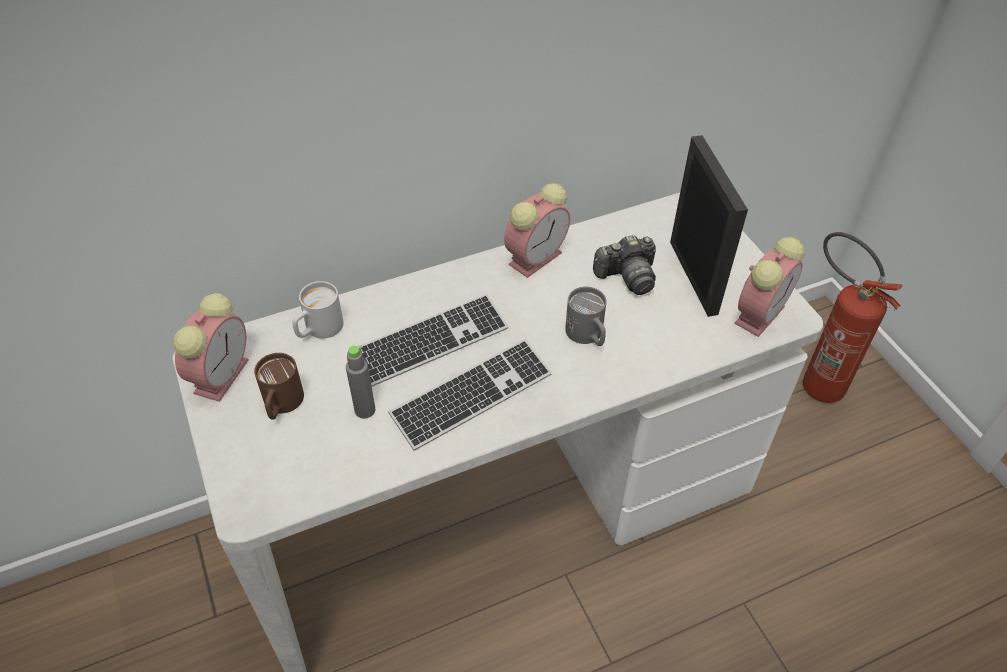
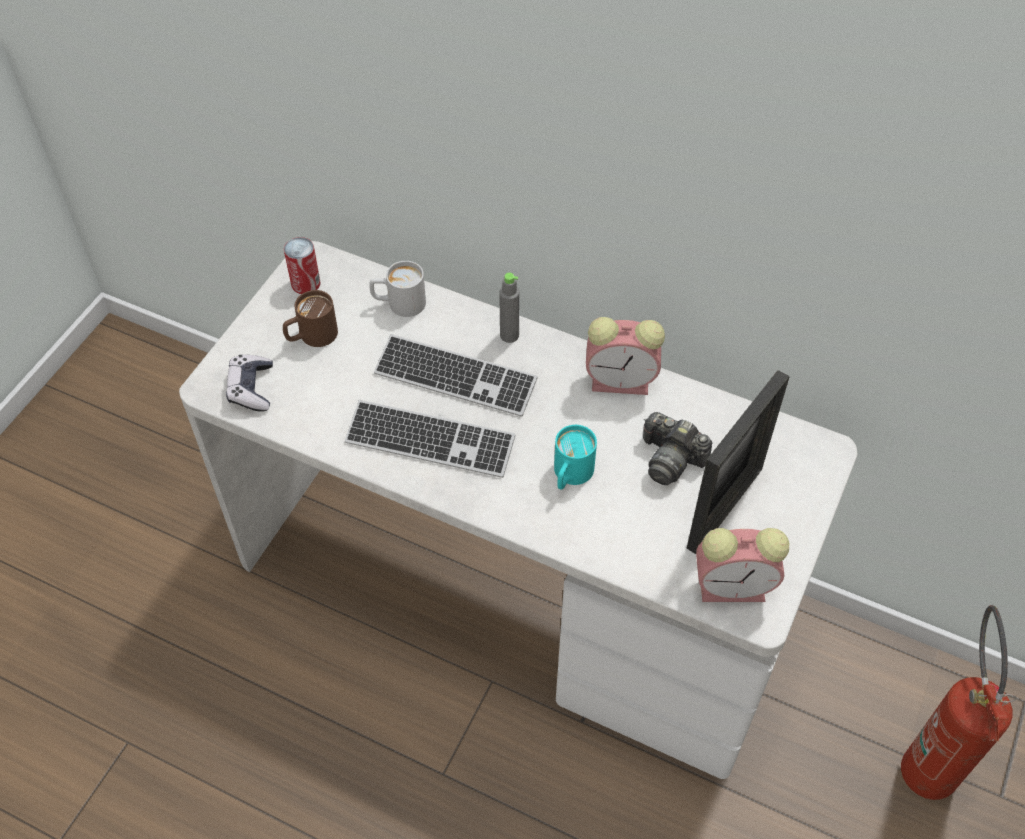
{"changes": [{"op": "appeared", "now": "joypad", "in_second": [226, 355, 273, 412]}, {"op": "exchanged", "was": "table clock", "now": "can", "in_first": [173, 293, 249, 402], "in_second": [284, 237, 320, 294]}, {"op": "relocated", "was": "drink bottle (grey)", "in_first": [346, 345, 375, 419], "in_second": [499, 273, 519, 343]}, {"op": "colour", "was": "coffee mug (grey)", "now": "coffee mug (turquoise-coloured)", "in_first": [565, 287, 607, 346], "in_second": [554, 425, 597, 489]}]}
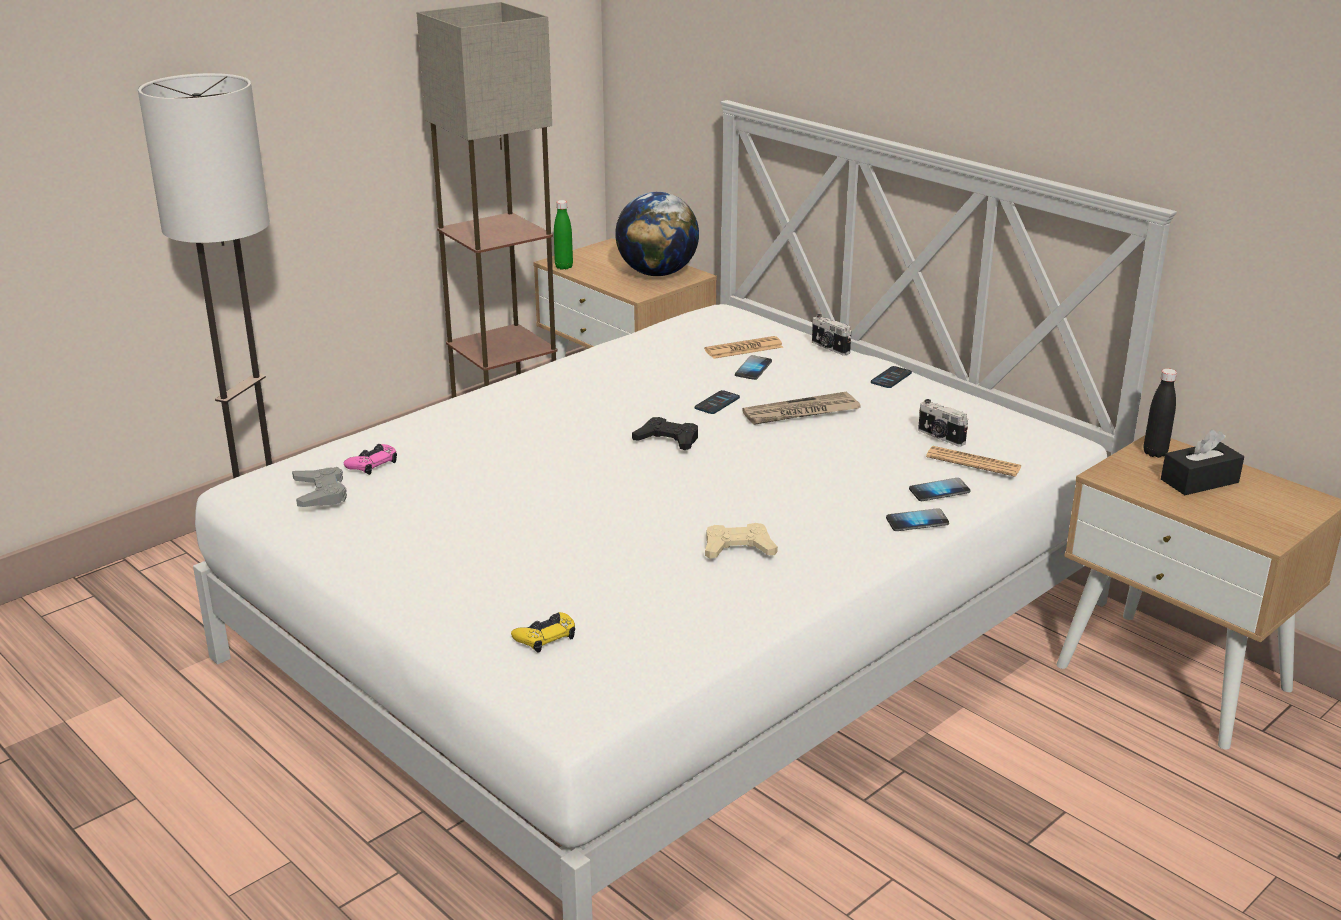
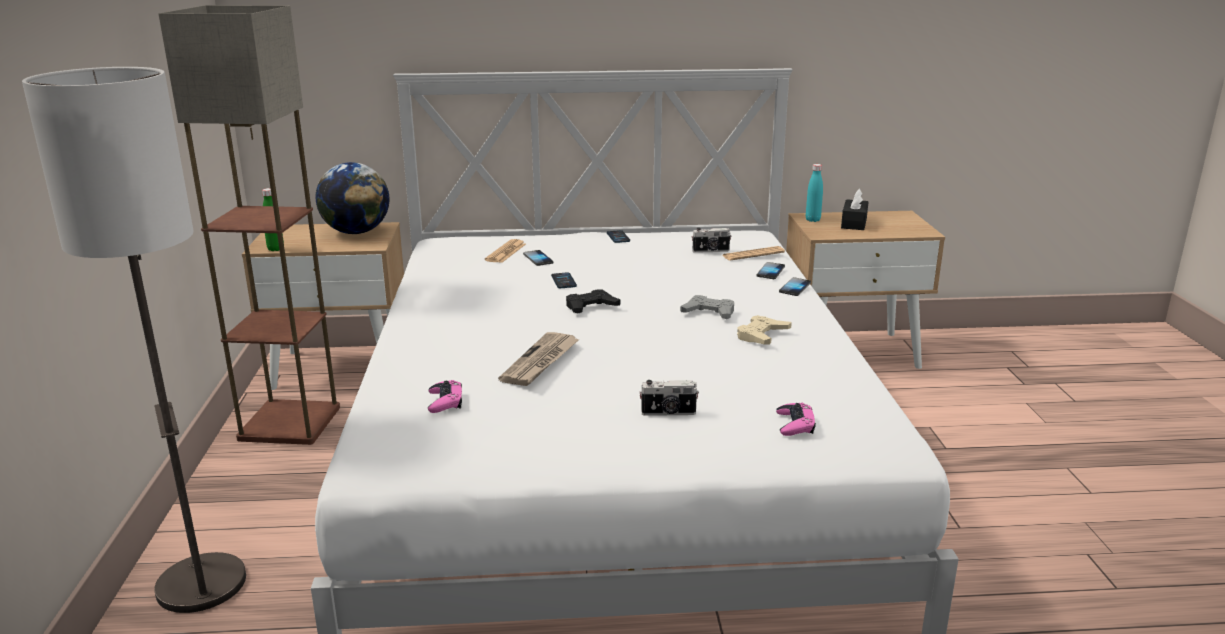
{"changes": [{"op": "relocated", "was": "printed paper", "in_first": [742, 392, 861, 425], "in_second": [498, 332, 580, 386]}, {"op": "relocated", "was": "still camera", "in_first": [812, 314, 851, 355], "in_second": [639, 380, 699, 416]}, {"op": "relocated", "was": "joypad (grey)", "in_first": [292, 467, 347, 507], "in_second": [680, 295, 734, 319]}, {"op": "colour", "was": "joypad (yellow)", "now": "joypad (pink)", "in_first": [511, 612, 575, 652], "in_second": [776, 403, 816, 436]}, {"op": "colour", "was": "drink bottle (black-coloured)", "now": "drink bottle (turquoise-coloured)", "in_first": [1144, 368, 1177, 458], "in_second": [806, 164, 823, 222]}]}
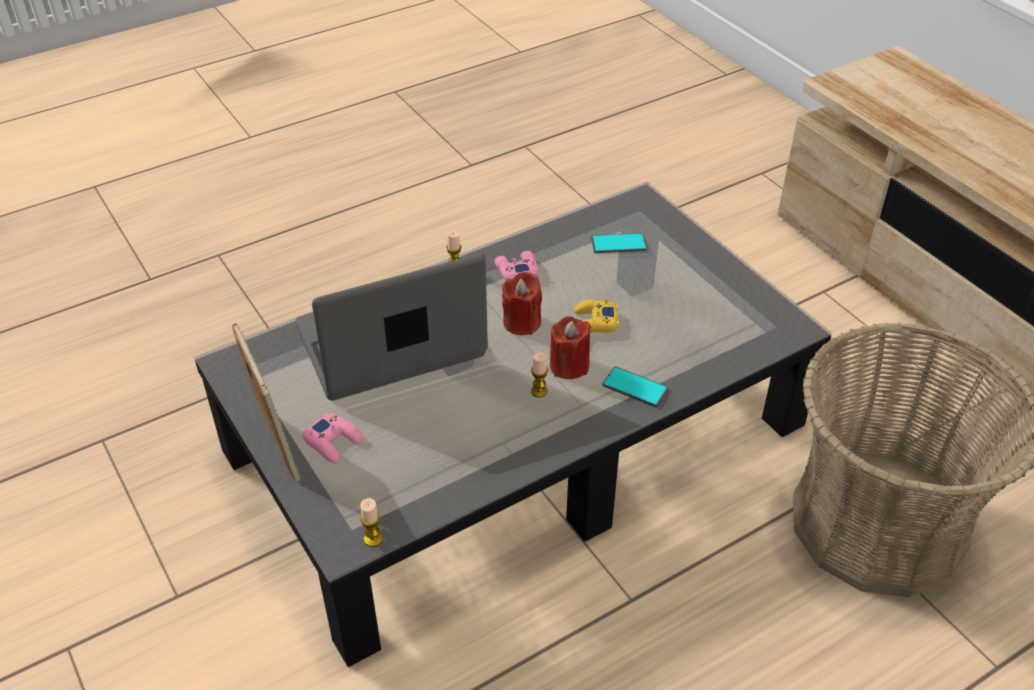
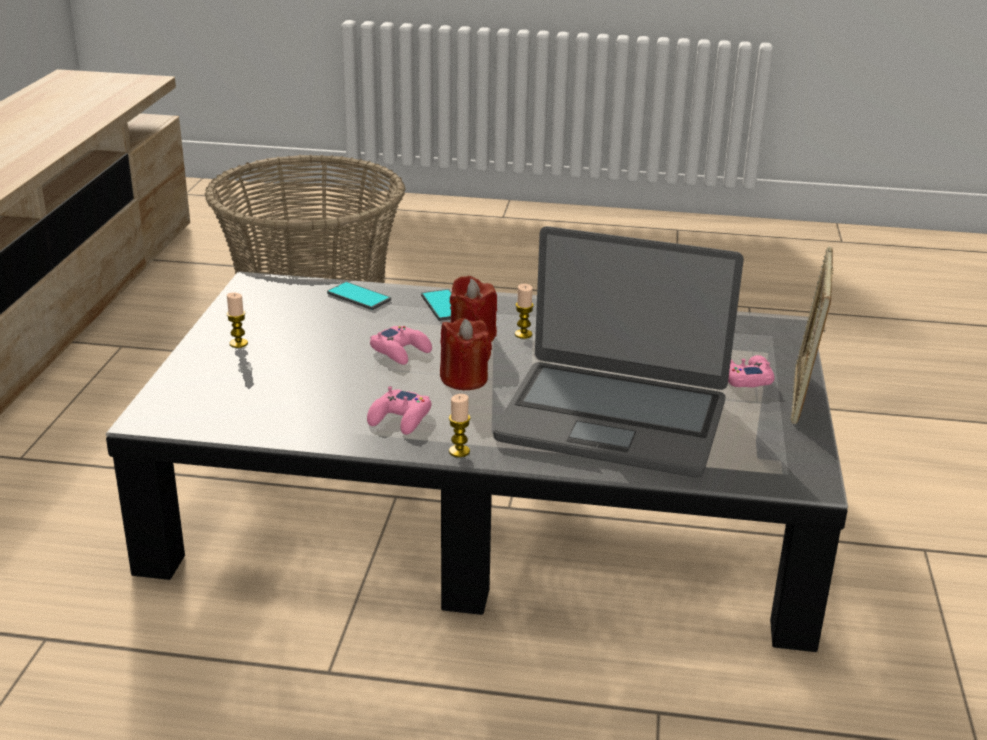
{"changes": [{"op": "relocated", "was": "wax candle", "in_first": [360, 498, 383, 547], "in_second": [227, 293, 248, 348]}, {"op": "relocated", "was": "telephone", "in_first": [591, 233, 647, 253], "in_second": [327, 282, 391, 310]}, {"op": "colour", "was": "joypad (yellow)", "now": "joypad (pink)", "in_first": [574, 298, 619, 333], "in_second": [370, 326, 432, 365]}]}
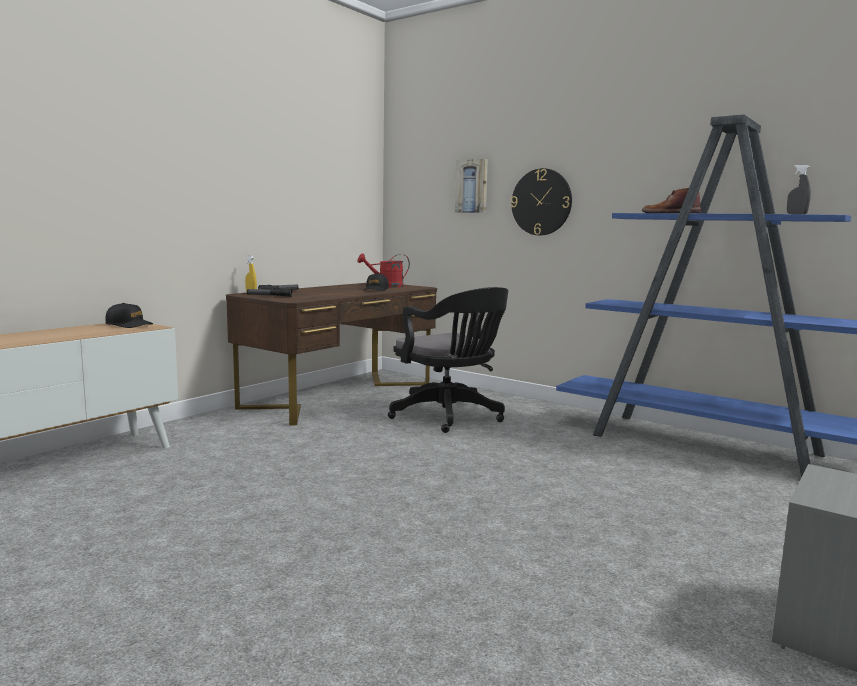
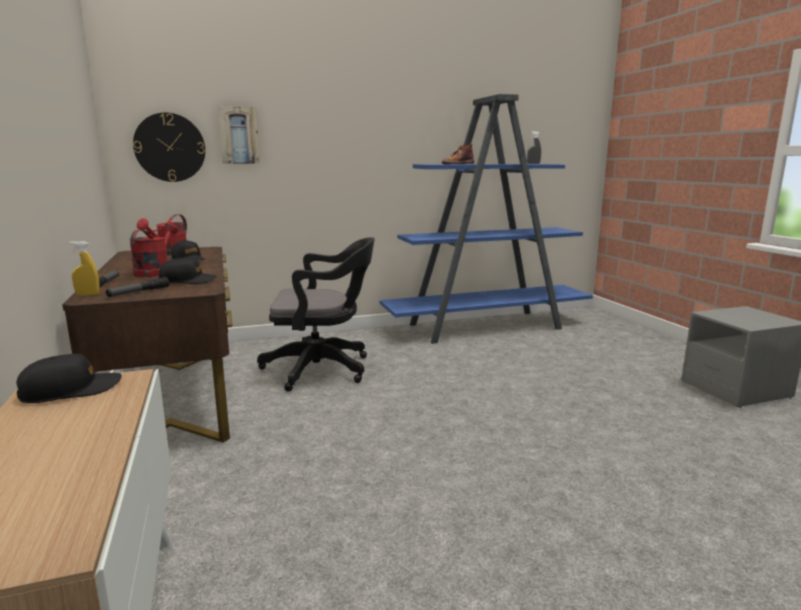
{"changes": [{"op": "appeared", "now": "sprinkling can (red-coloured)", "in_second": [130, 222, 178, 277]}, {"op": "relocated", "was": "clock on the wall", "in_first": [511, 168, 572, 235], "in_second": [133, 112, 205, 182]}, {"op": "appeared", "now": "cap (black-coloured)", "in_second": [159, 258, 217, 284]}]}
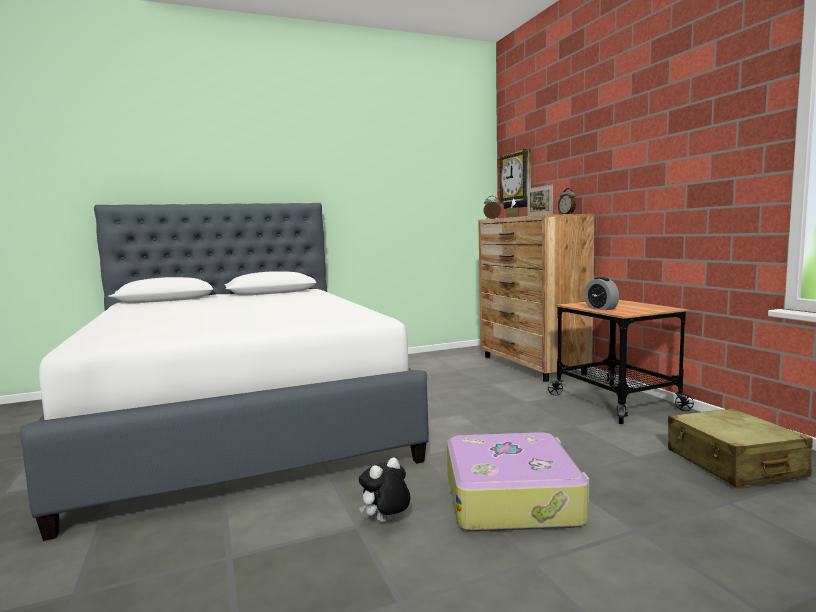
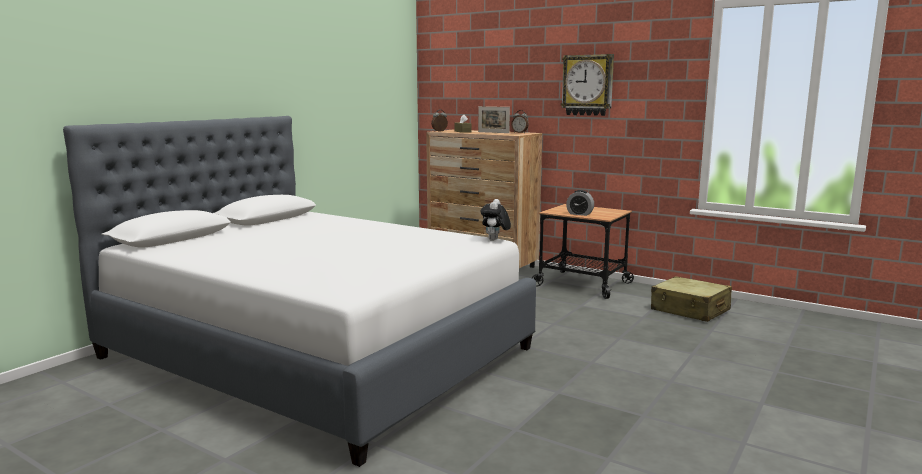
{"changes": [{"op": "relocated", "was": "plush toy", "in_first": [359, 457, 410, 522], "in_second": [481, 199, 511, 241]}, {"op": "relocated", "was": "clock on the wall", "in_first": [499, 149, 531, 209], "in_second": [561, 54, 614, 116]}, {"op": "missing", "was": "piece of luggage", "in_first": [447, 432, 589, 532]}]}
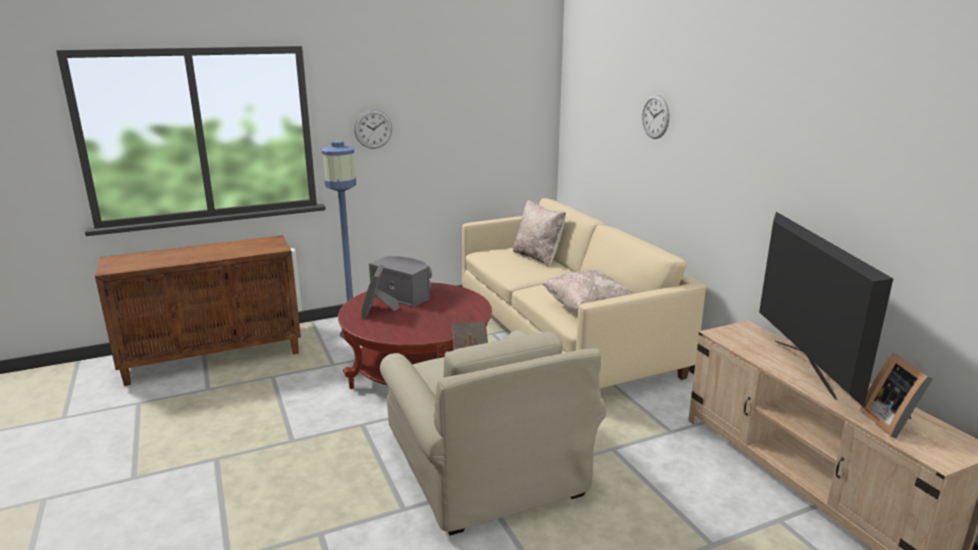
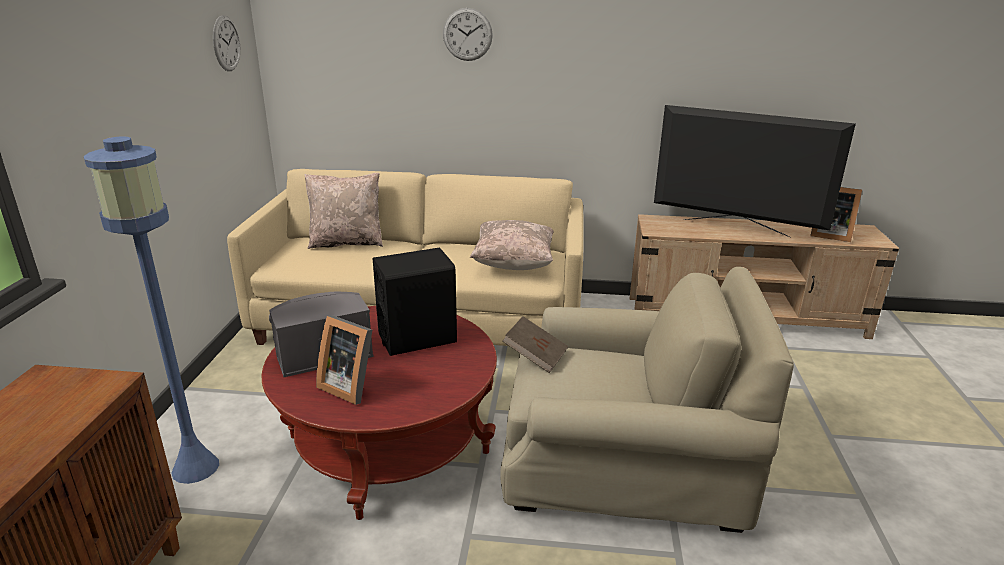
{"changes": [{"op": "relocated", "was": "clock on the wall", "in_first": [354, 110, 392, 149], "in_second": [213, 15, 240, 71]}, {"op": "appeared", "now": "audio speaker (black-coloured)", "in_second": [373, 247, 457, 356]}]}
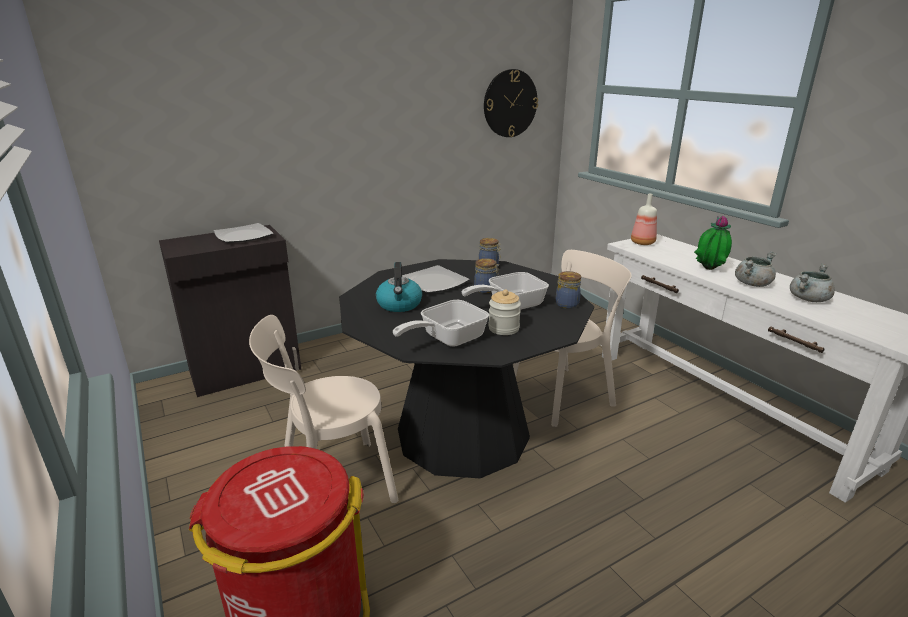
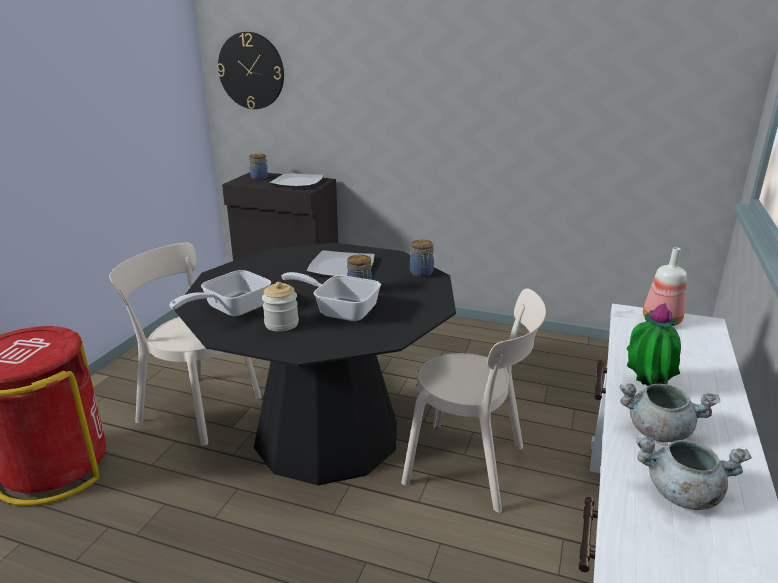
{"changes": [{"op": "spun", "was": "skillet", "in_first": [393, 300, 489, 347], "in_second": [169, 270, 271, 317], "clockwise": -60}, {"op": "relocated", "was": "clock on the wall", "in_first": [484, 69, 538, 137], "in_second": [217, 32, 284, 109]}, {"op": "relocated", "was": "preserve jar", "in_first": [556, 271, 581, 309], "in_second": [249, 154, 268, 180]}, {"op": "missing", "was": "kettle", "in_first": [376, 262, 422, 312]}]}
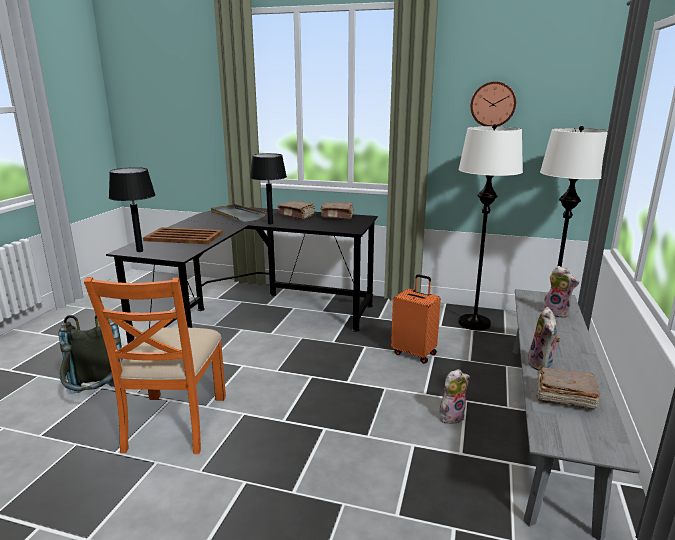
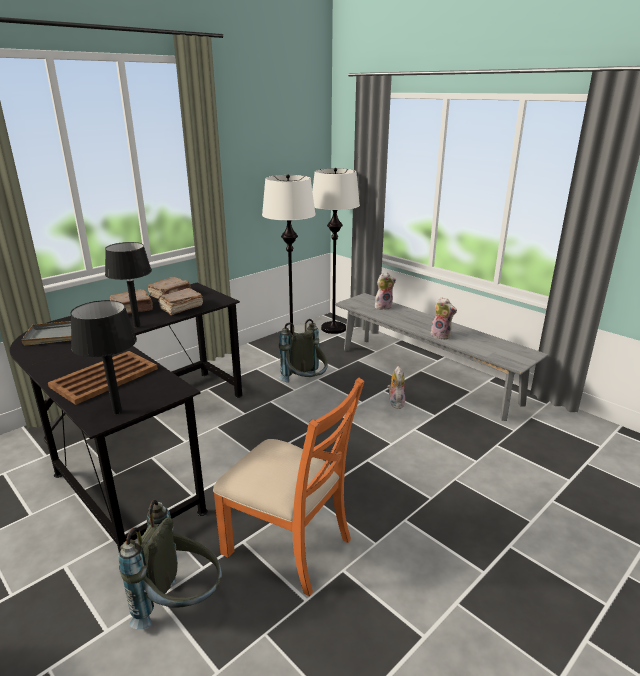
{"changes": [{"op": "relocated", "was": "bound book (brown-coloured)", "in_first": [536, 367, 600, 410], "in_second": [158, 288, 203, 315]}, {"op": "exchanged", "was": "piece of luggage (orange-coloured)", "now": "knapsack (grey)", "in_first": [391, 274, 441, 364], "in_second": [278, 319, 328, 382]}, {"op": "missing", "was": "clock on the wall", "in_first": [471, 82, 516, 126]}]}
